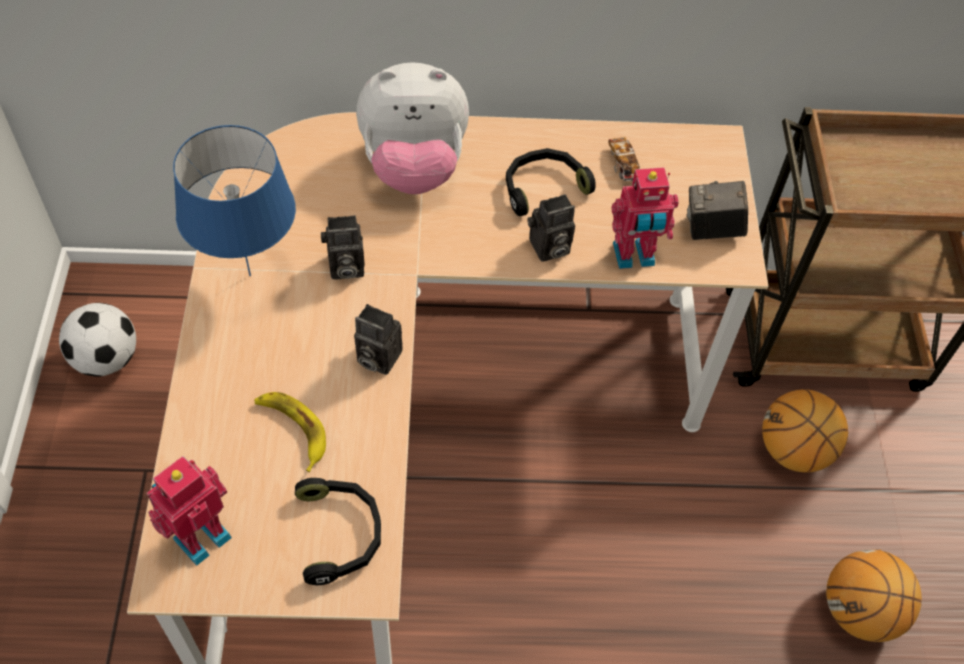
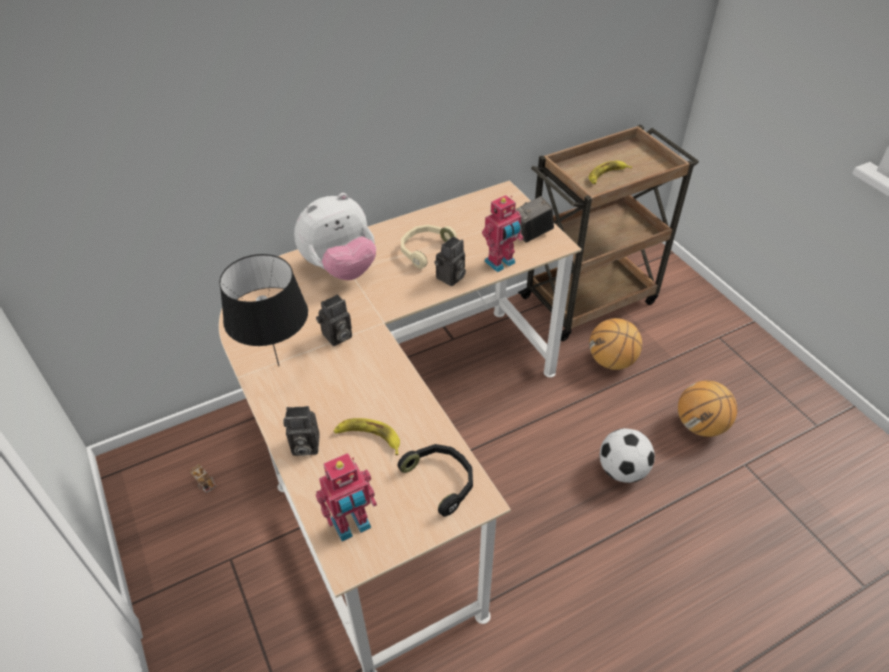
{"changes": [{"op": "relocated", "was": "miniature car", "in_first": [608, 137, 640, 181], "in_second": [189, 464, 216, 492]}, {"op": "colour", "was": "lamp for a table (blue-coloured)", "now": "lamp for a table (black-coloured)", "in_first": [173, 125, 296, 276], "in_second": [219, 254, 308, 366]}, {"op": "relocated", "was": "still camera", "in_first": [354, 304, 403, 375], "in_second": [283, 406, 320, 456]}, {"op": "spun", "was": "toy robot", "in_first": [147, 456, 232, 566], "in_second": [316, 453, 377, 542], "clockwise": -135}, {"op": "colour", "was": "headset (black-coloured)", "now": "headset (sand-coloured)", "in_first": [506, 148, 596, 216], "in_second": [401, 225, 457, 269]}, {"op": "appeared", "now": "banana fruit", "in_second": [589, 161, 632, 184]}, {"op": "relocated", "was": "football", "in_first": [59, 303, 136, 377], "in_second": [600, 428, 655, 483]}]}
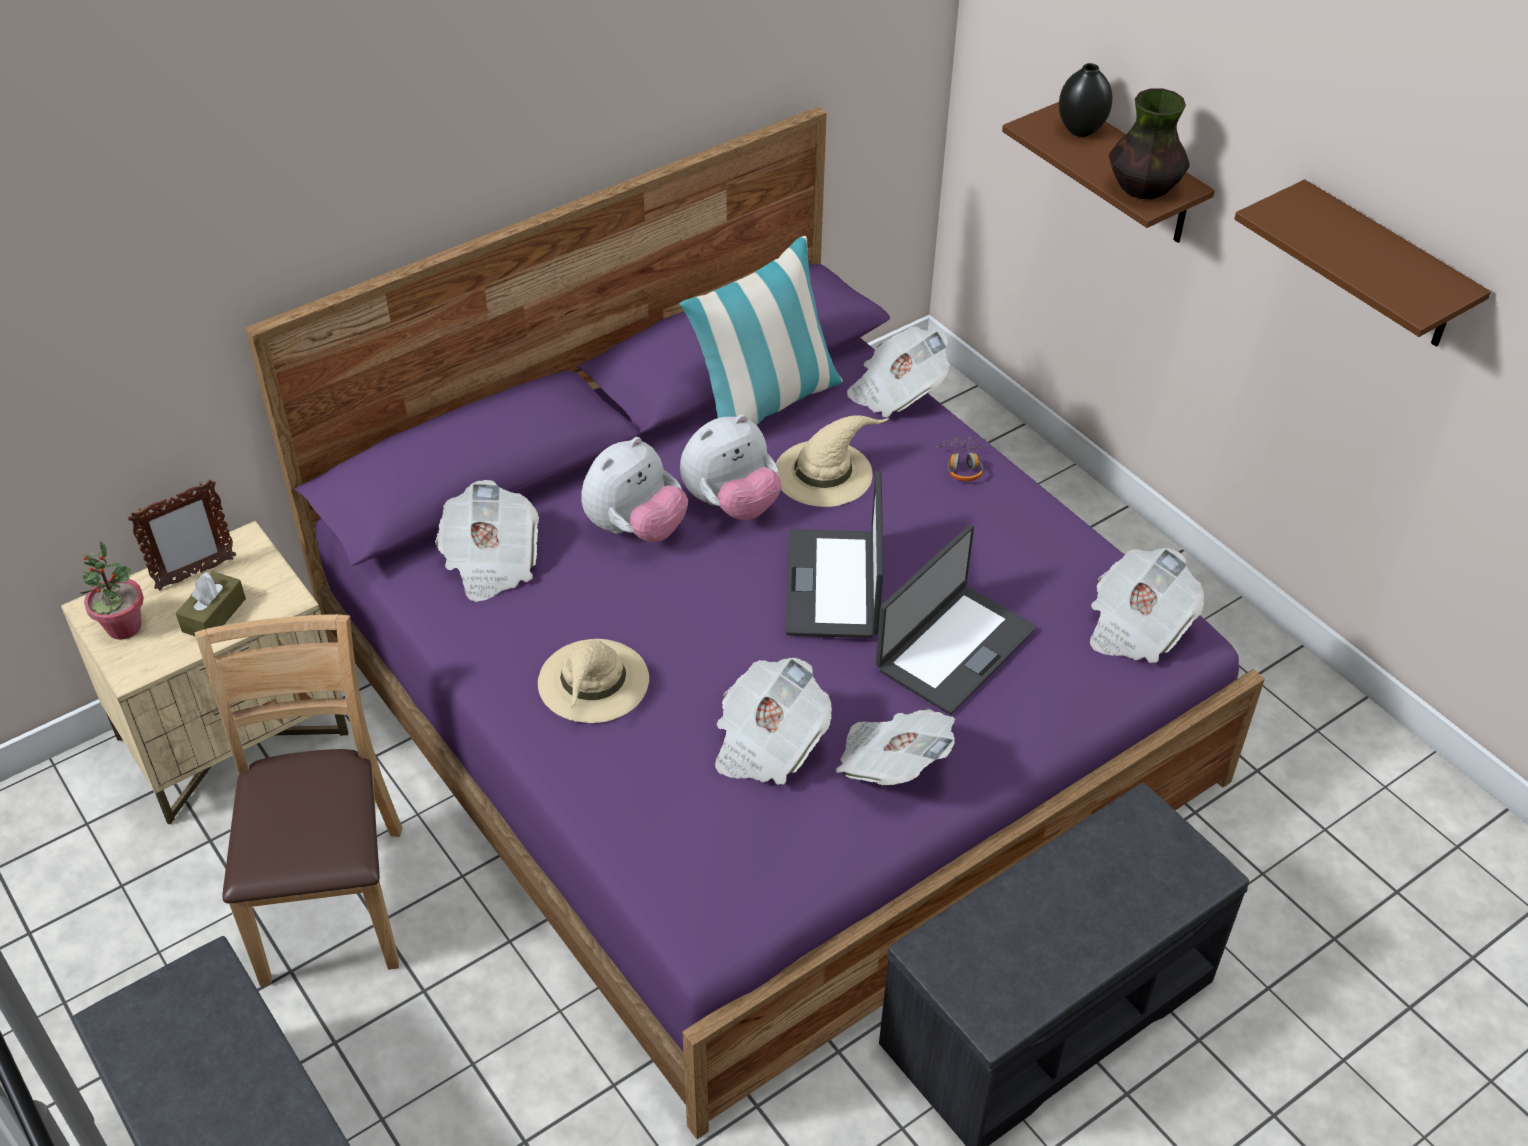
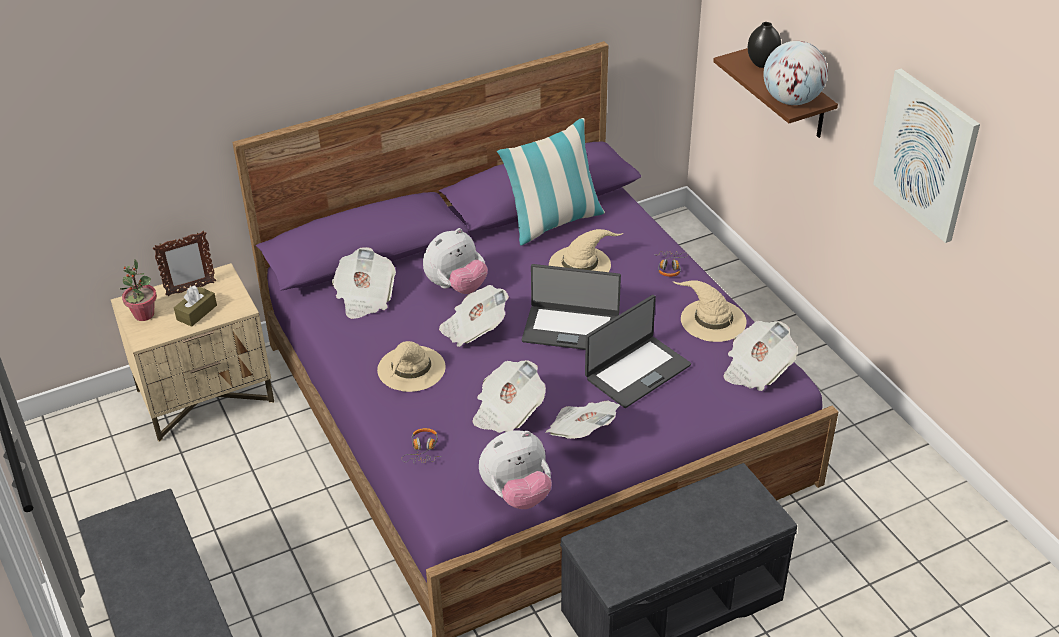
{"changes": [{"op": "appeared", "now": "headset", "in_second": [401, 428, 442, 463]}, {"op": "relocated", "was": "printed paper", "in_first": [847, 326, 950, 418], "in_second": [439, 285, 509, 347]}, {"op": "relocated", "was": "plush toy", "in_first": [680, 414, 782, 520], "in_second": [479, 430, 552, 509]}, {"op": "spun", "was": "laptop", "in_first": [785, 471, 884, 638], "in_second": [522, 264, 621, 350], "clockwise": -90}, {"op": "appeared", "now": "wearable hat (sand-coloured)", "in_second": [673, 280, 747, 342]}, {"op": "exchanged", "was": "vase", "now": "world globe", "in_first": [1109, 88, 1190, 199], "in_second": [763, 41, 828, 105]}, {"op": "exchanged", "was": "wall shelf (brown-coloured)", "now": "picture", "in_first": [1234, 179, 1491, 347], "in_second": [873, 69, 980, 243]}, {"op": "missing", "was": "chair (brown-coloured)", "in_first": [195, 614, 403, 986]}]}
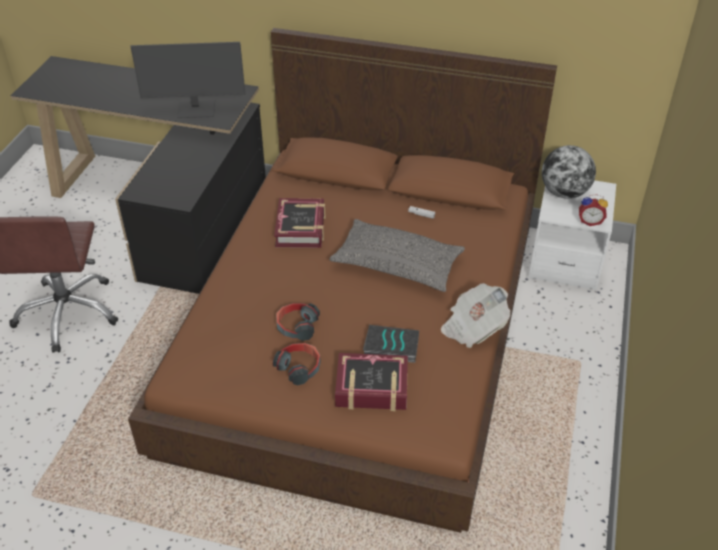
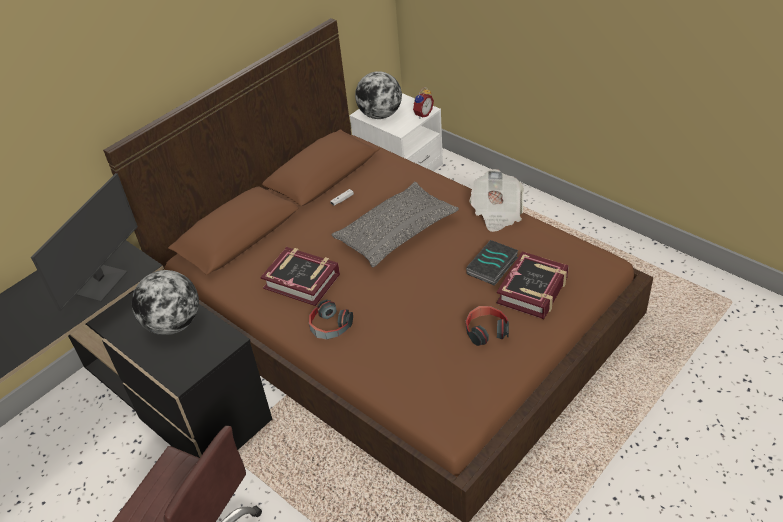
{"changes": [{"op": "appeared", "now": "world globe", "in_second": [132, 270, 199, 335]}, {"op": "relocated", "was": "headset", "in_first": [276, 303, 320, 341], "in_second": [309, 299, 353, 339]}]}
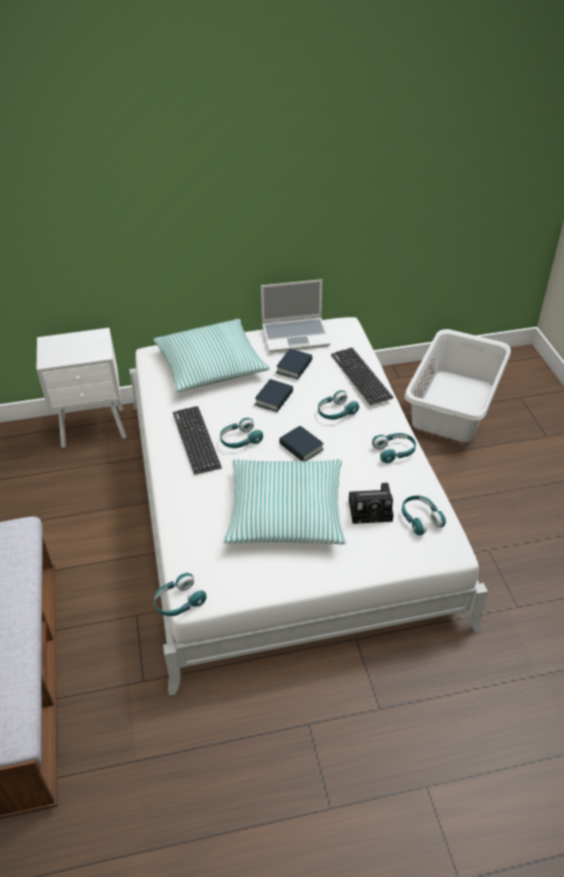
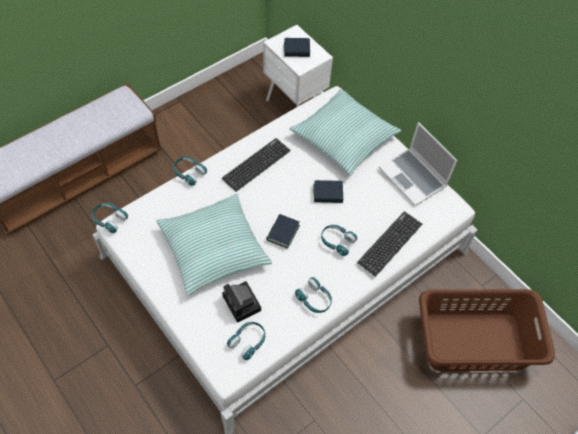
{"changes": [{"op": "relocated", "was": "headset (turquoise-coloured)", "in_first": [220, 417, 263, 448], "in_second": [173, 157, 207, 186]}, {"op": "relocated", "was": "bound book", "in_first": [276, 349, 312, 379], "in_second": [284, 38, 310, 57]}, {"op": "colour", "was": "washing basket (grey)", "now": "washing basket (brown-coloured)", "in_first": [404, 329, 511, 442], "in_second": [419, 289, 555, 371]}]}
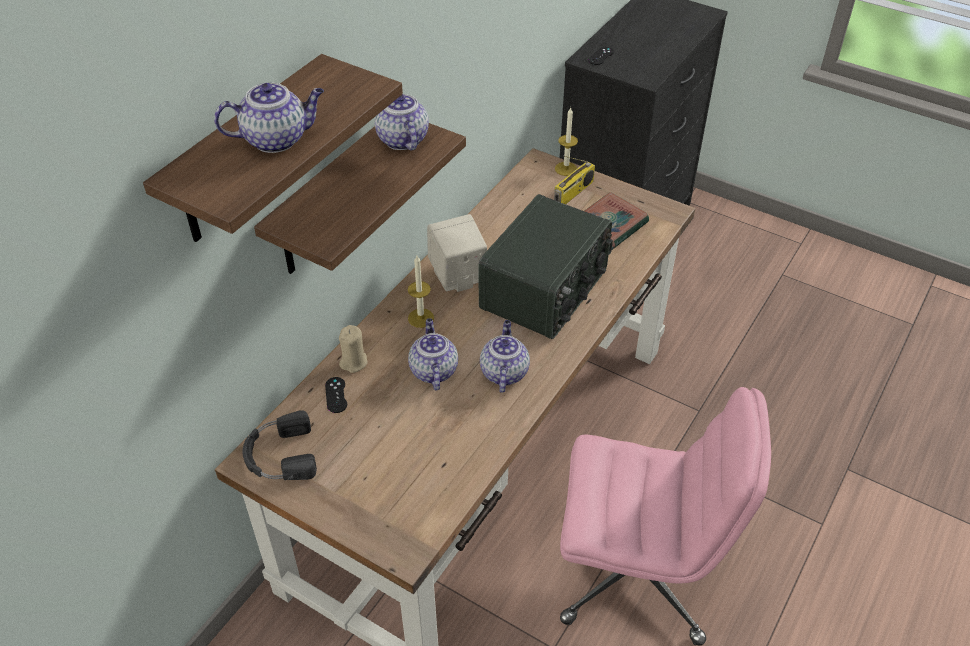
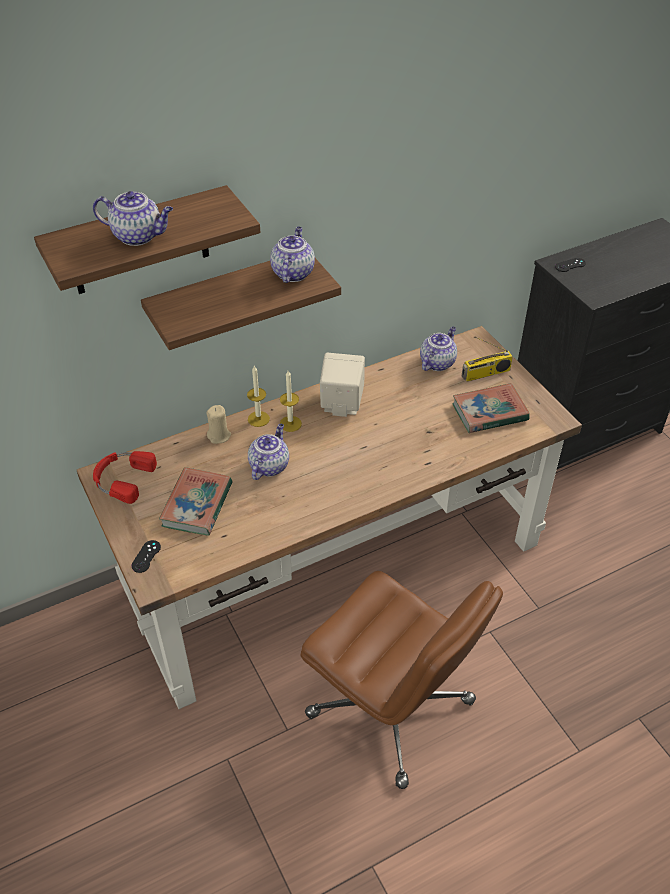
{"changes": [{"op": "colour", "was": "headset (black-coloured)", "now": "headset (red-coloured)", "in_first": [242, 410, 317, 480], "in_second": [93, 451, 157, 504]}, {"op": "relocated", "was": "joypad (black-coloured)", "in_first": [325, 377, 347, 413], "in_second": [131, 540, 161, 573]}, {"op": "appeared", "now": "bound book", "in_second": [159, 467, 232, 536]}, {"op": "relocated", "was": "wax candle", "in_first": [555, 107, 578, 176], "in_second": [247, 366, 270, 427]}, {"op": "colour", "was": "desk chair (pink)", "now": "desk chair (brown-coloured)", "in_first": [560, 387, 771, 646], "in_second": [300, 571, 503, 789]}, {"op": "relocated", "was": "teapot", "in_first": [480, 320, 530, 393], "in_second": [420, 326, 457, 371]}, {"op": "missing", "was": "radio", "in_first": [478, 194, 613, 339]}]}
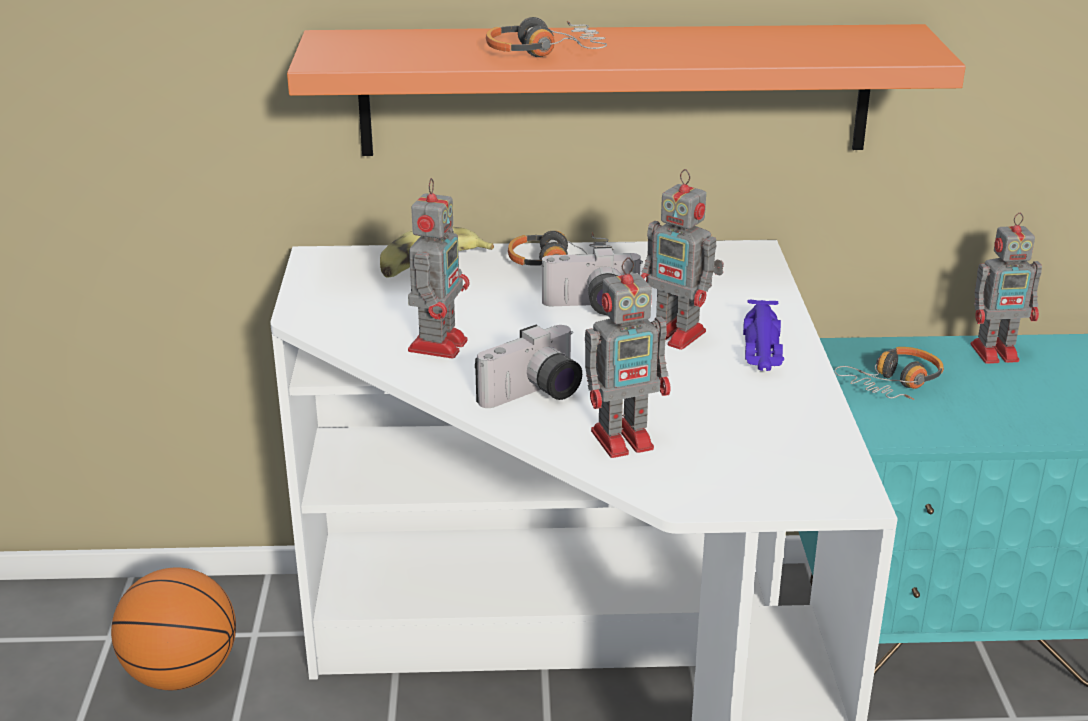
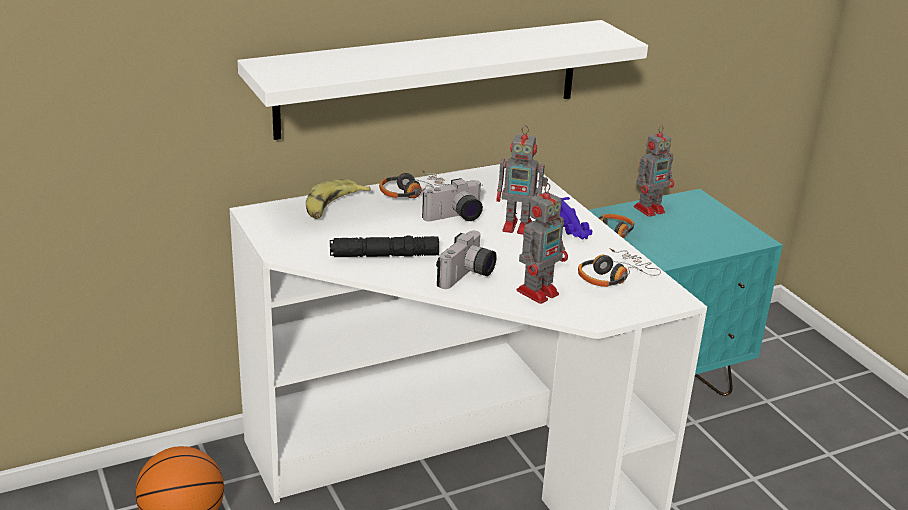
{"changes": [{"op": "colour", "was": "wall shelf (orange-coloured)", "now": "wall shelf (white)", "in_first": [287, 24, 966, 156], "in_second": [237, 20, 648, 140]}, {"op": "exchanged", "was": "toy robot", "now": "flashlight (black-coloured)", "in_first": [408, 178, 470, 358], "in_second": [330, 235, 439, 257]}, {"op": "relocated", "was": "headset", "in_first": [486, 17, 607, 57], "in_second": [578, 248, 661, 287]}]}
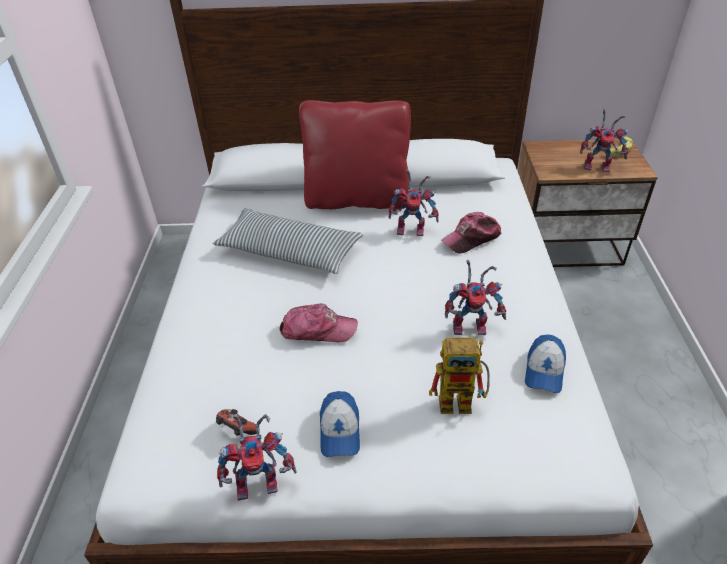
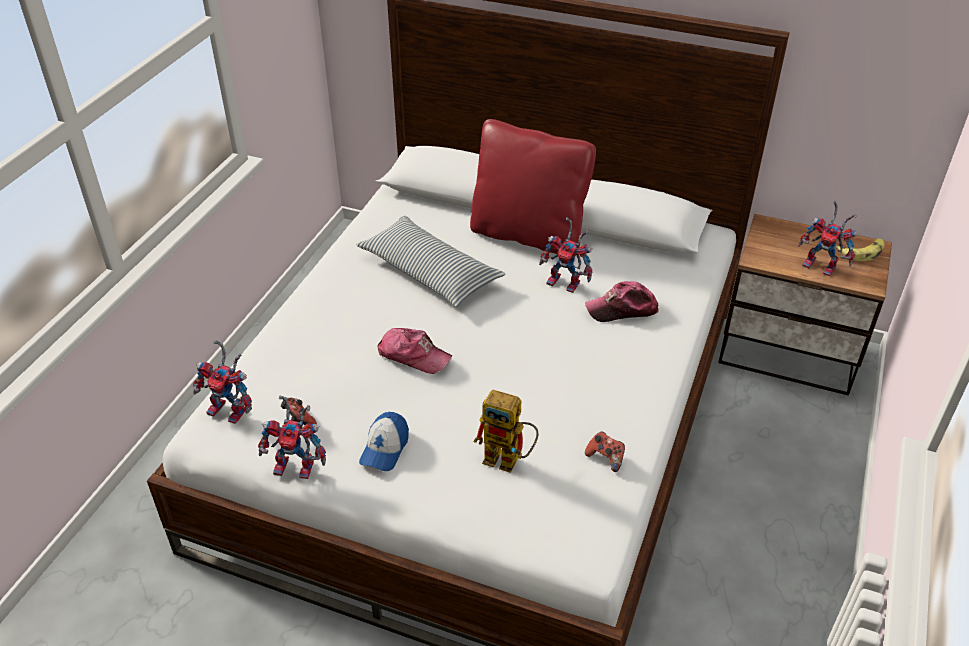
{"changes": [{"op": "relocated", "was": "toy robot", "in_first": [445, 260, 506, 335], "in_second": [193, 340, 252, 424]}, {"op": "exchanged", "was": "cap", "now": "joypad", "in_first": [525, 335, 566, 393], "in_second": [585, 432, 625, 472]}]}
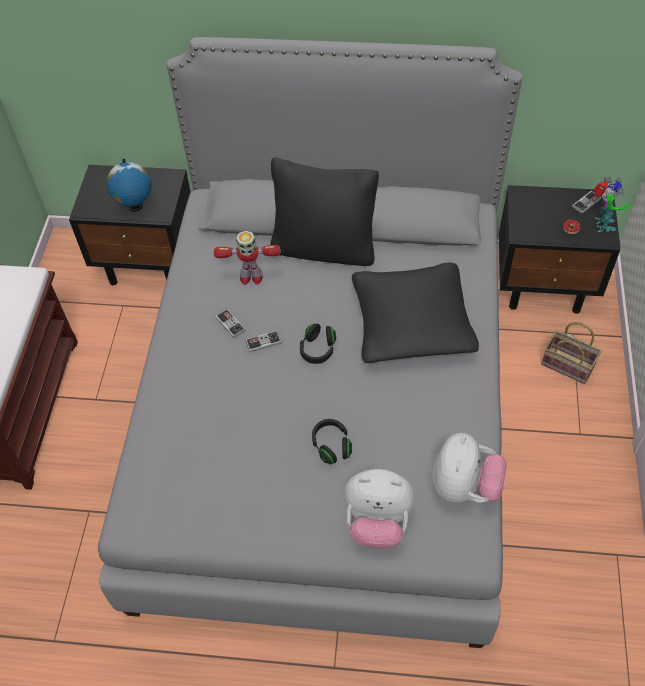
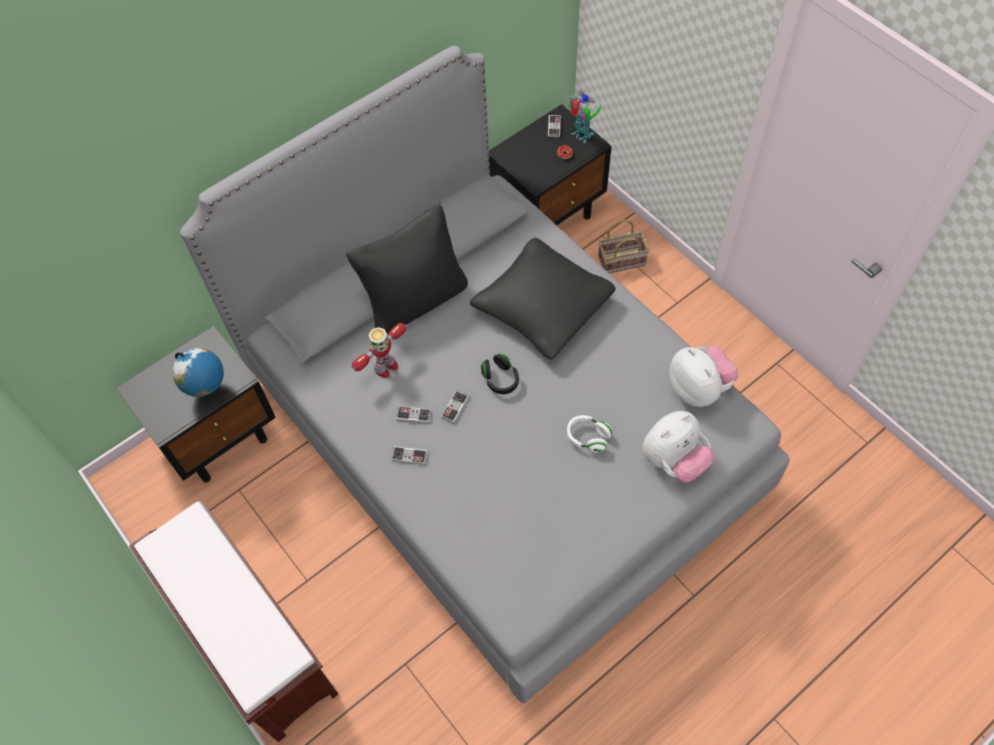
{"changes": [{"op": "appeared", "now": "joypad", "in_second": [391, 446, 428, 465]}, {"op": "colour", "was": "headset (black-coloured)", "now": "headset (white)", "in_first": [312, 419, 352, 465], "in_second": [567, 415, 612, 453]}]}
